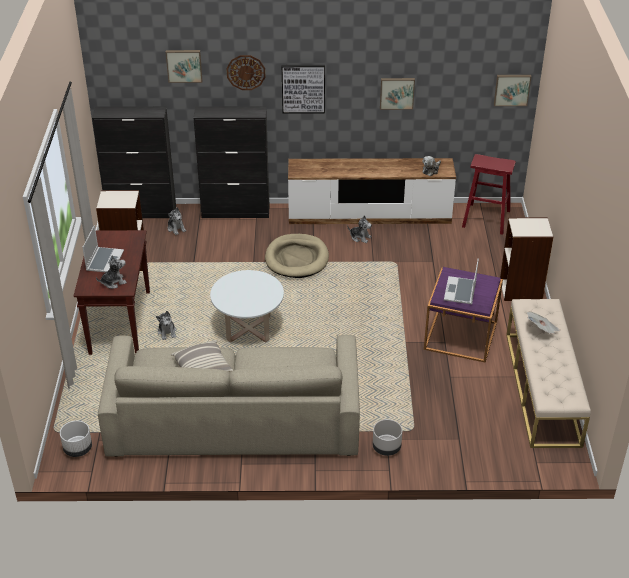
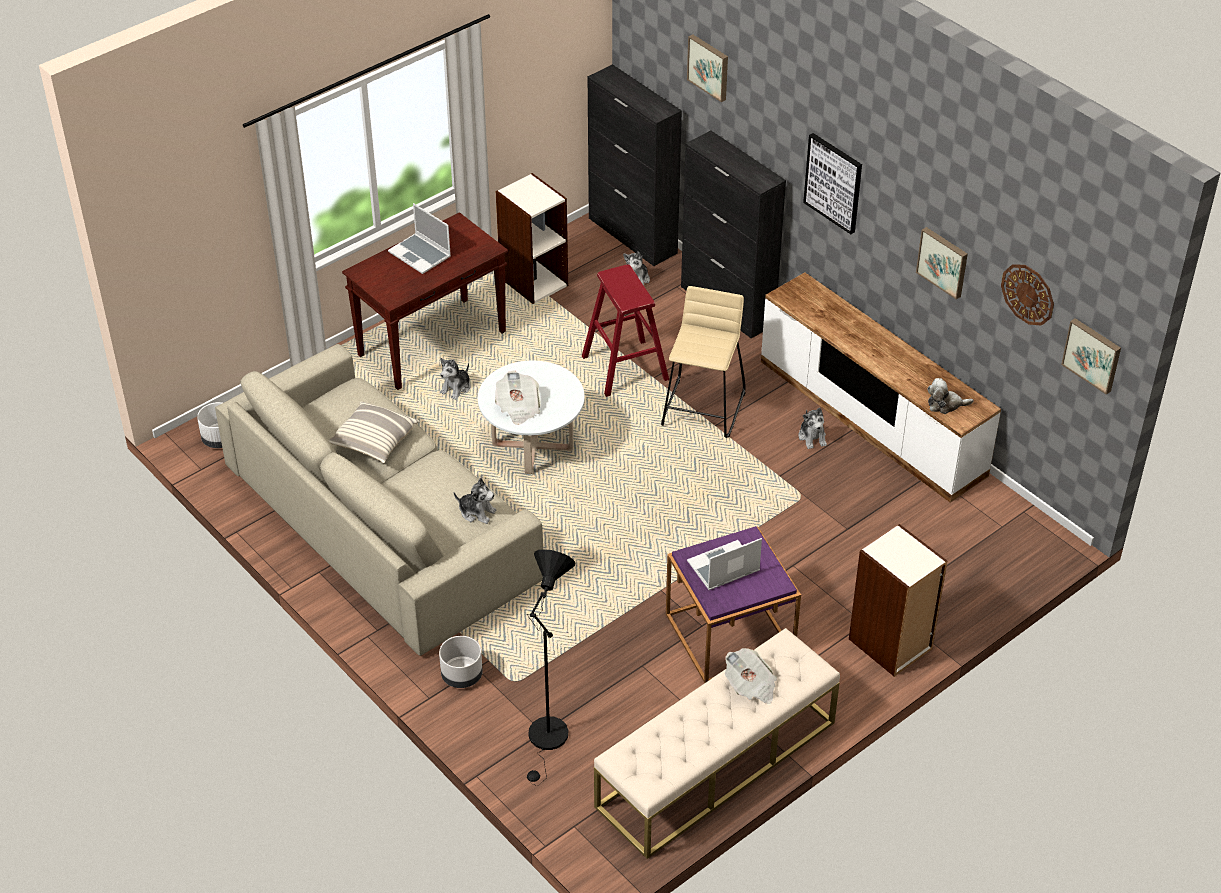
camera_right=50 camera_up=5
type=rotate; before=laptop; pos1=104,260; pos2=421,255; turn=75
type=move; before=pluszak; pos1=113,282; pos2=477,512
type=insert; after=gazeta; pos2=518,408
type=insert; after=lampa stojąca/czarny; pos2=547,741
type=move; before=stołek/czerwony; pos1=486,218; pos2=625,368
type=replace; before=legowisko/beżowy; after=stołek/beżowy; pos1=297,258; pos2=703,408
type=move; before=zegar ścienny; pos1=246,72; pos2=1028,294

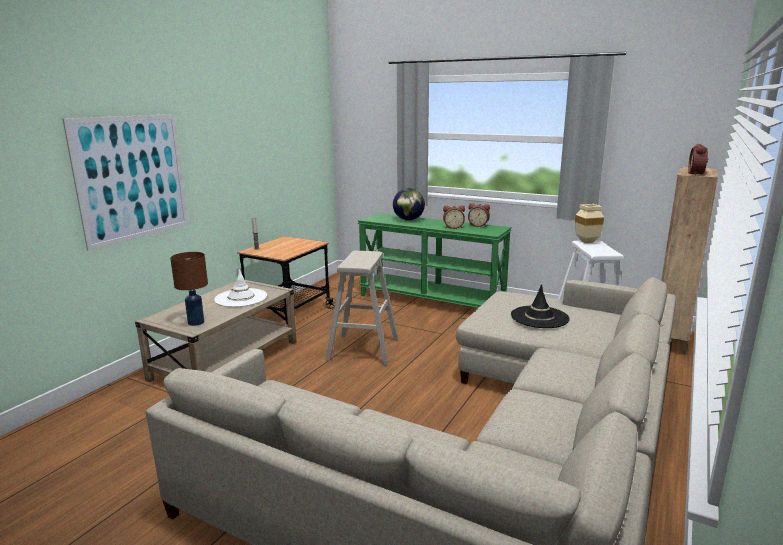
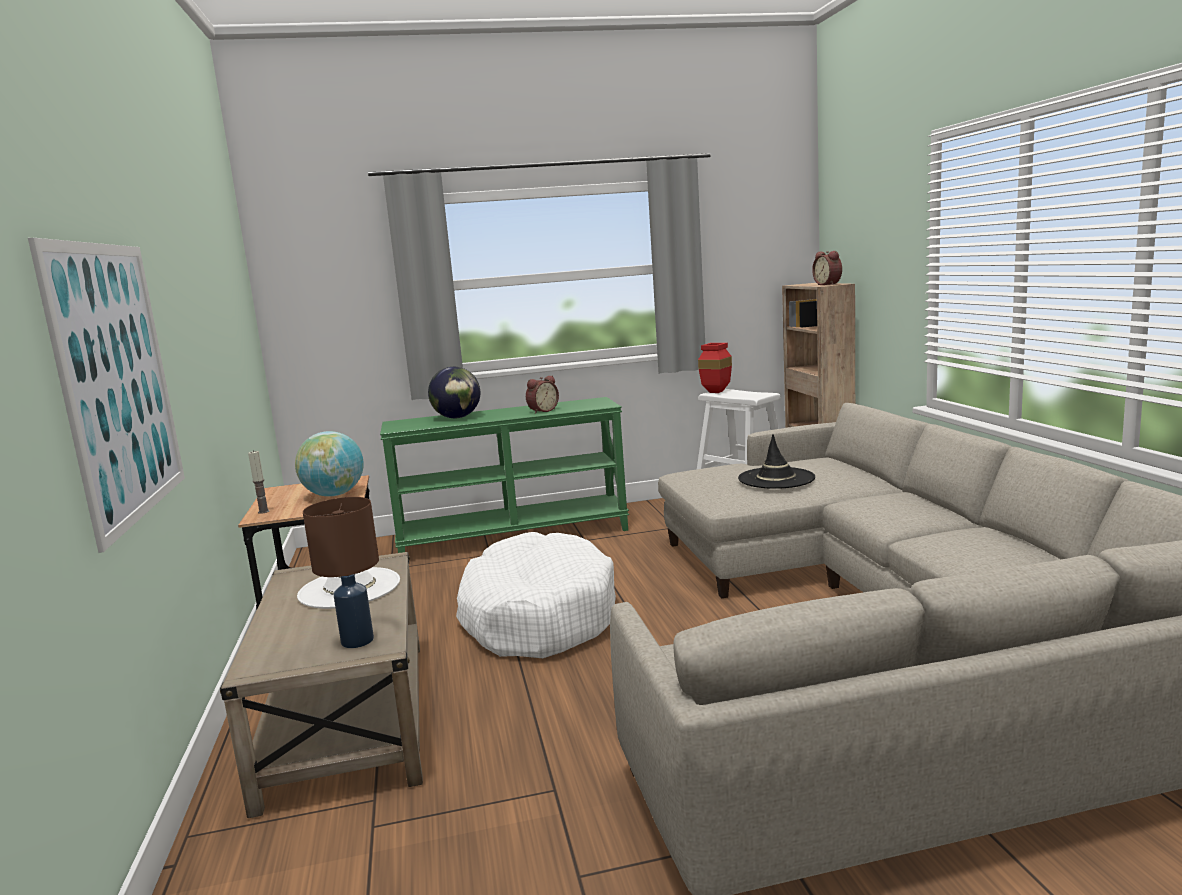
camera_right=-40 camera_up=-5
type=insert; after=globus; pos2=334,495
type=replace; before=stołek/beżowy; after=legowisko/biały; pos1=363,349; pos2=538,617
type=recolor; before=wazon/beżowy; after=wazon/czerwony; pos1=587,241; pos2=716,391
type=delete; before=budzik; pos1=478,225

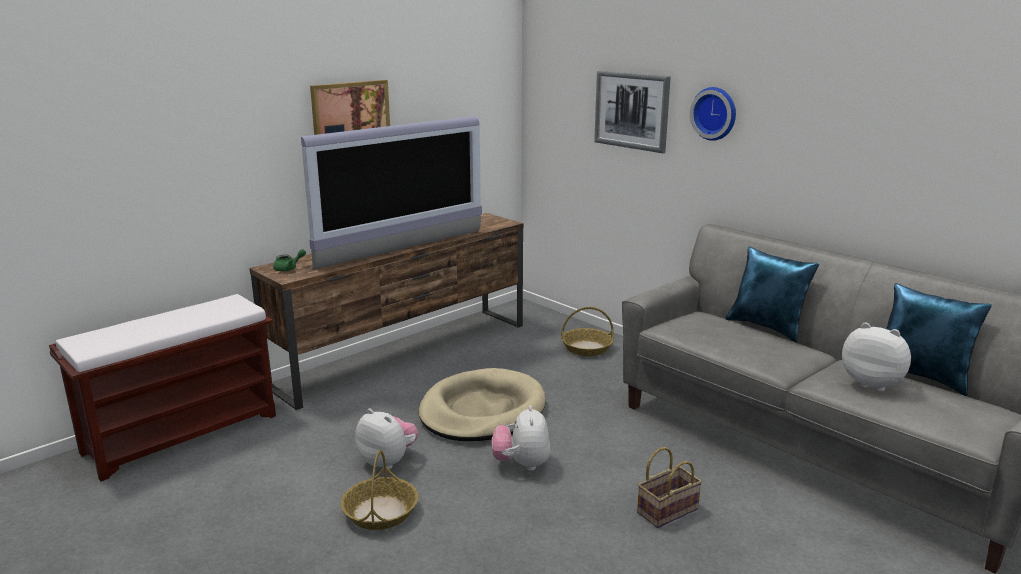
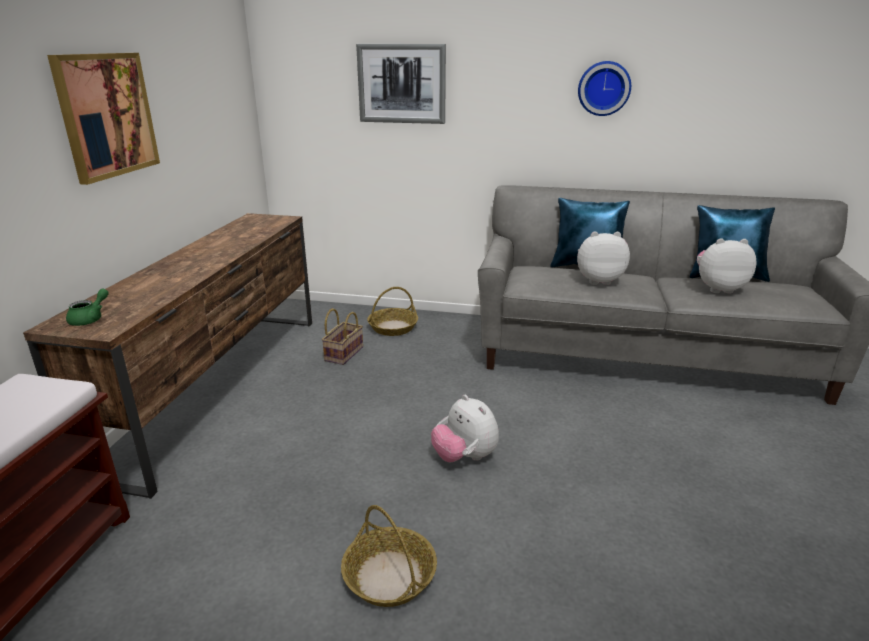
camera_right=-35 camera_up=5
type=move; before=koszyk; pos1=668,510; pos2=343,353
type=move; before=pluszak; pos1=388,461; pos2=598,280
type=move; before=zegar ścienny; pos1=715,113; pos2=604,88
type=delete; before=telewizor; pos1=403,249
type=delete; before=legowisko/beżowy; pos1=482,411

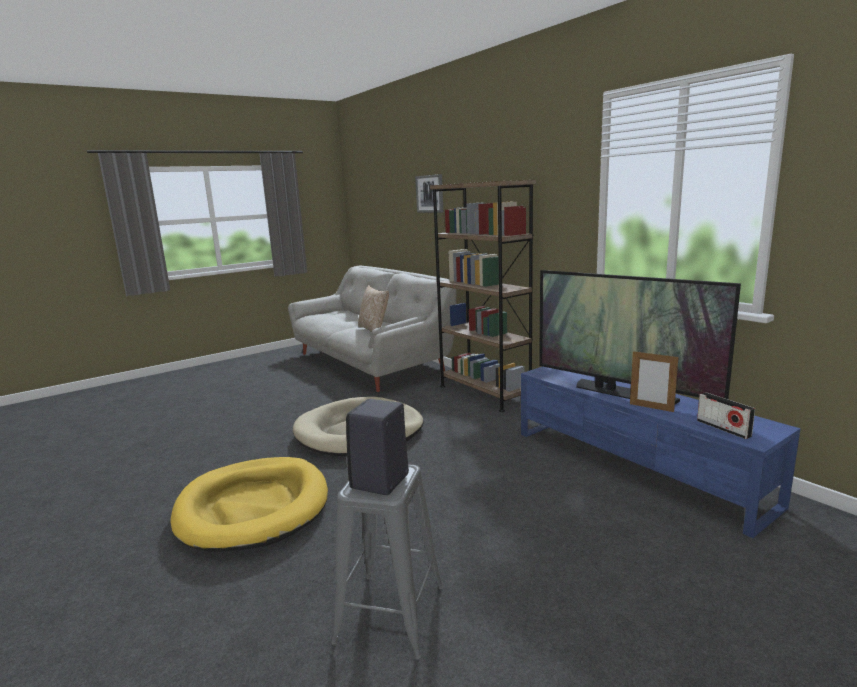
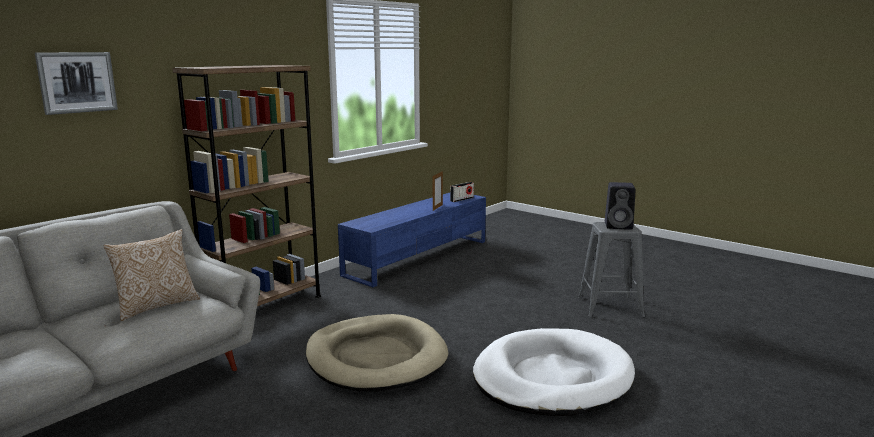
camera_right=-105 camera_up=0
type=recolor; before=legowisko/żółty; after=legowisko/biały; pos1=253,507; pos2=552,378
type=delete; before=telewizor; pos1=623,393

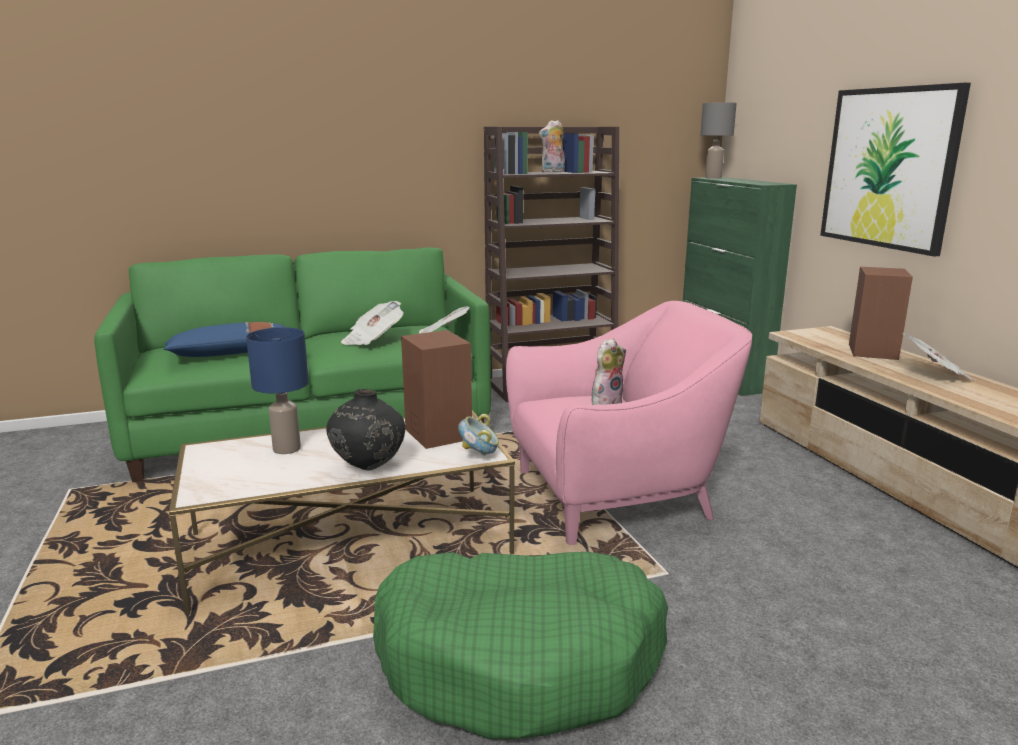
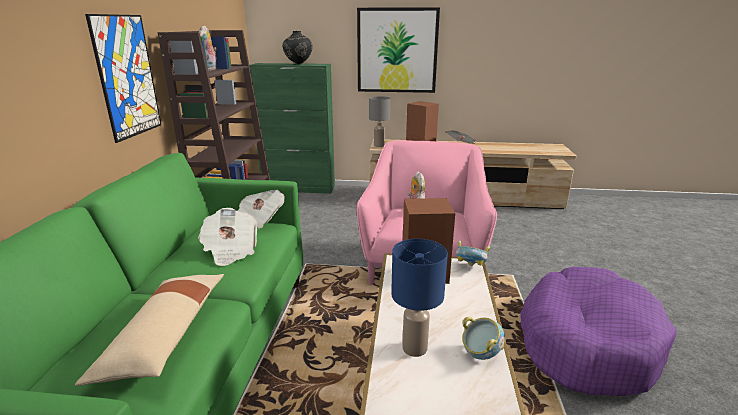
camera_right=-65 camera_up=5
type=recolor; before=poduszka/niebieski; after=poduszka/beżowy; pos1=233,353; pos2=165,336
type=insert; after=obraz; pos2=127,76
type=move; before=wazon/czarny; pos1=368,468; pos2=298,64
type=move; before=lampa stołowa/szary; pos1=713,178; pos2=379,145
type=insert; after=miska; pos2=480,354
type=recolor; before=legowisko/zielony; after=legowisko/fioletowy; pos1=520,660; pos2=586,343

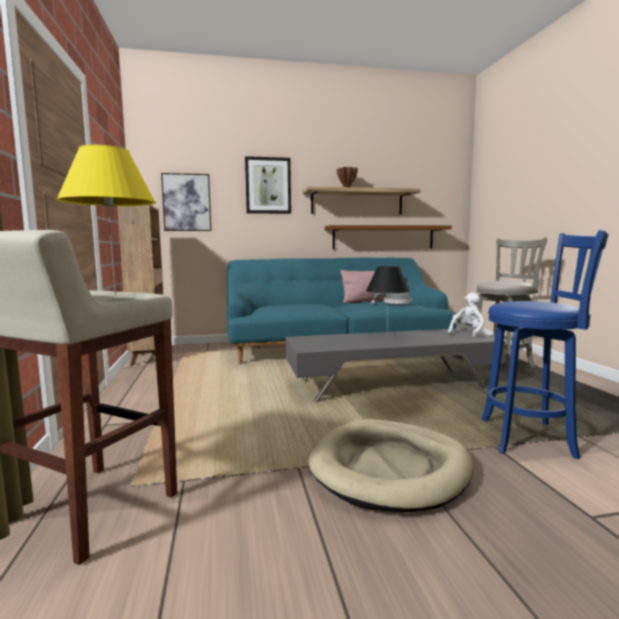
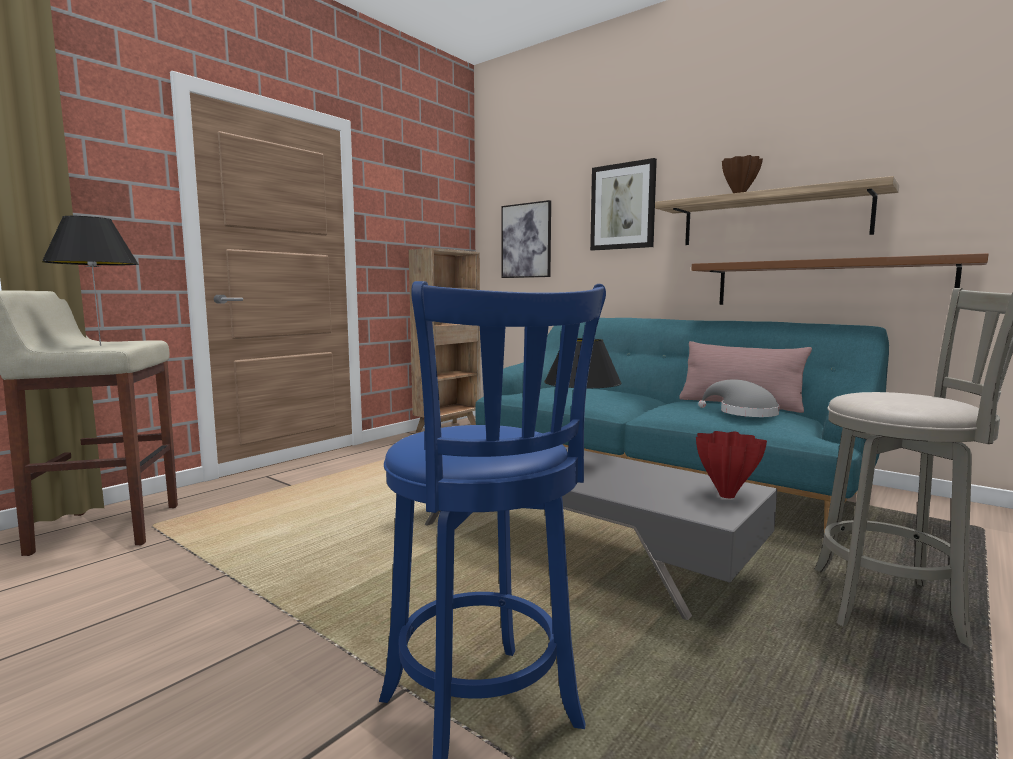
camera_right=50 camera_up=0
type=recolor; before=lampa stołowa/żółty; after=lampa stołowa/czarny; pos1=115,295; pos2=100,345
type=replace; before=pluszak/biały; after=wazon/czerwony; pos1=467,333; pos2=727,495
type=delete; before=legowisko/beżowy; pos1=390,468

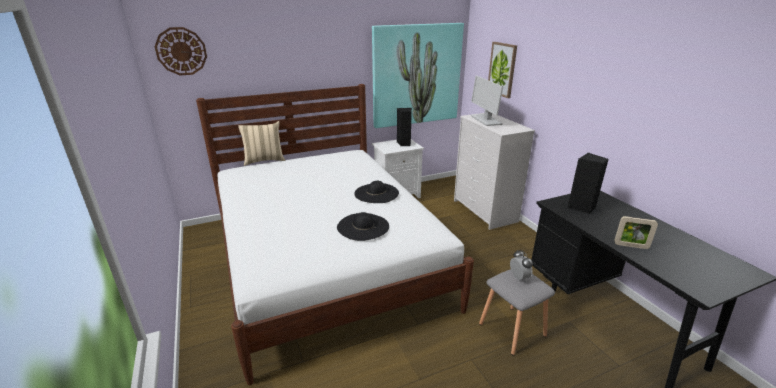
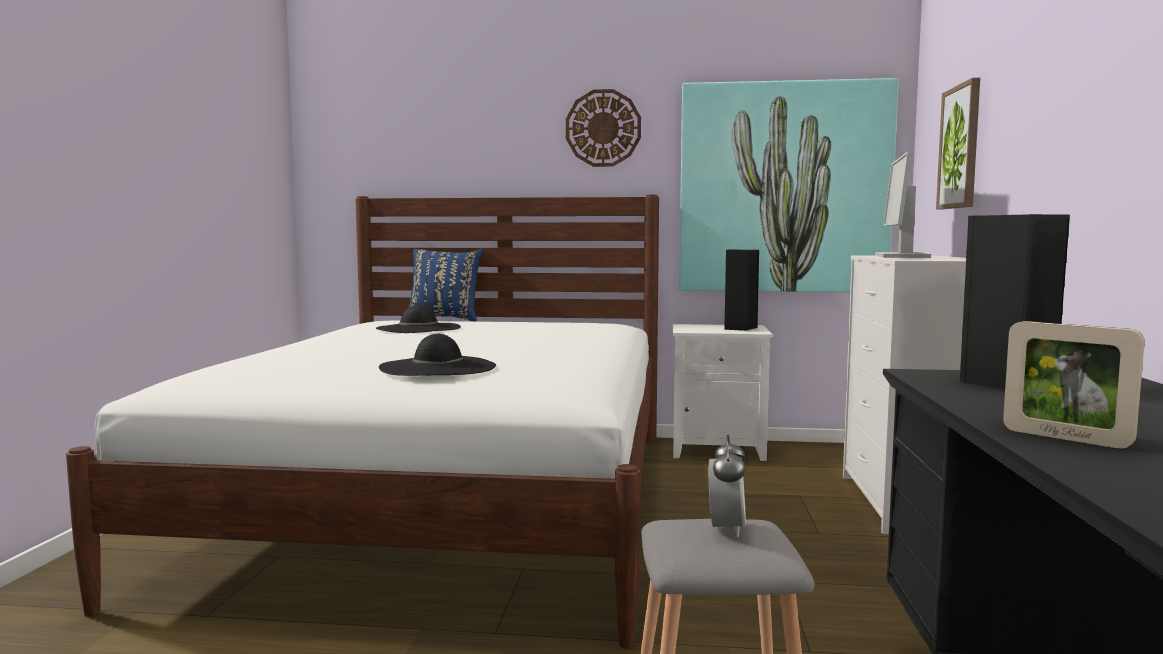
camera_right=30 camera_up=-20
type=move; before=kapelusz/czarny; pos1=376,193; pos2=418,328
type=recolor; before=poduszka/beżowy; after=poduszka/niebieski; pos1=264,160; pos2=445,319
type=move; before=zegar ścienny; pos1=181,51; pos2=603,128

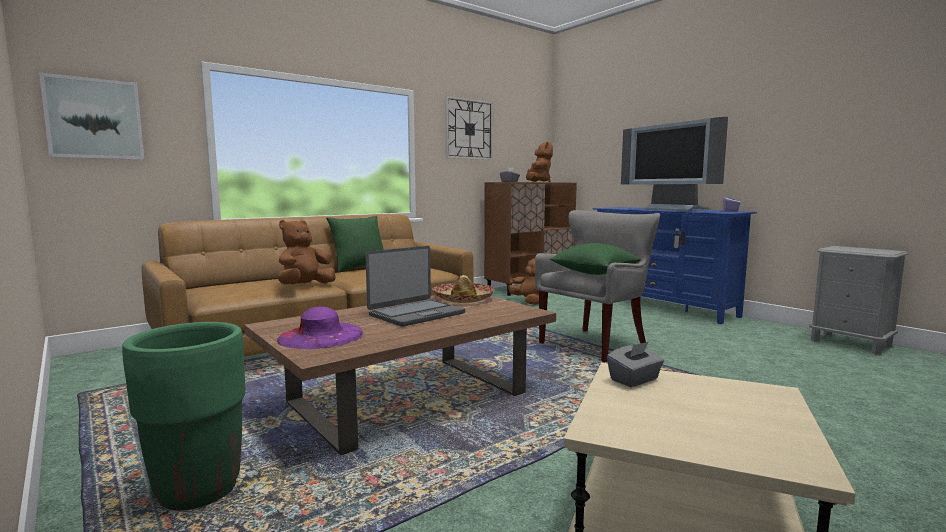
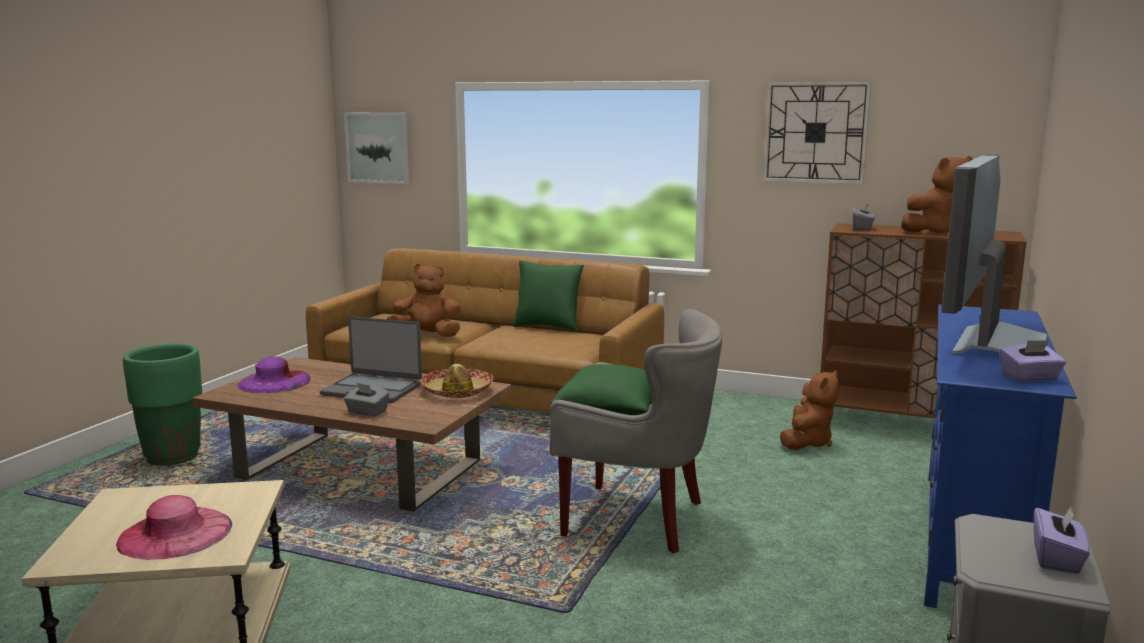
camera_right=60 camera_up=5
type=insert; after=kapelusz/różowy; pos2=175,533
type=move; before=pudełko chusteczek/szary; pos1=634,380; pos2=367,412
type=insert; after=pudełko chusteczek/fioletowy; pos2=1057,559

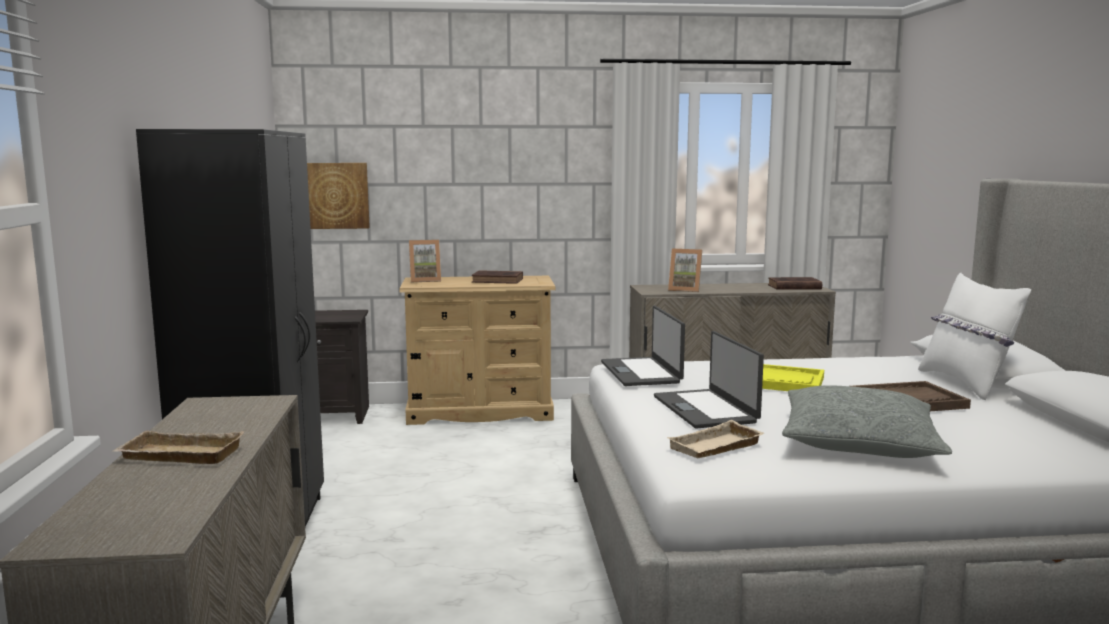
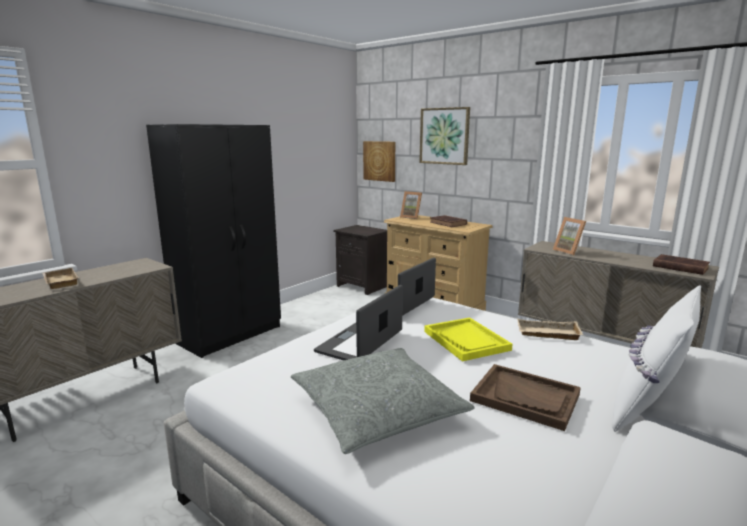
camera_right=45 camera_up=5
type=insert; after=obraz; pos2=444,136
type=move; before=taca/beżowy; pos1=716,448; pos2=547,334

